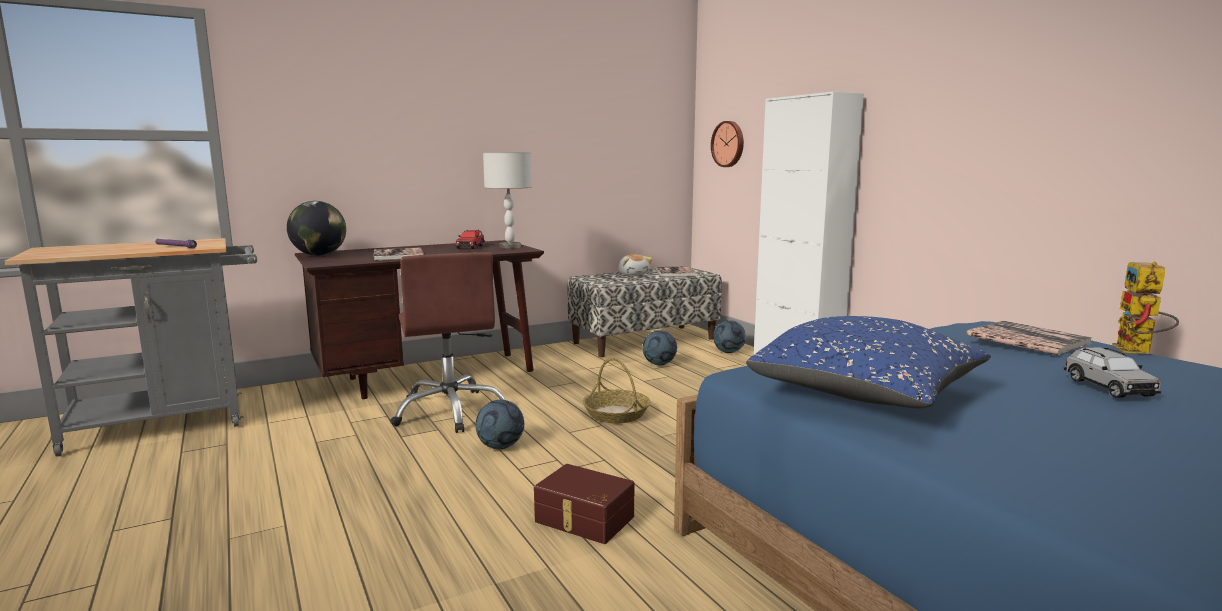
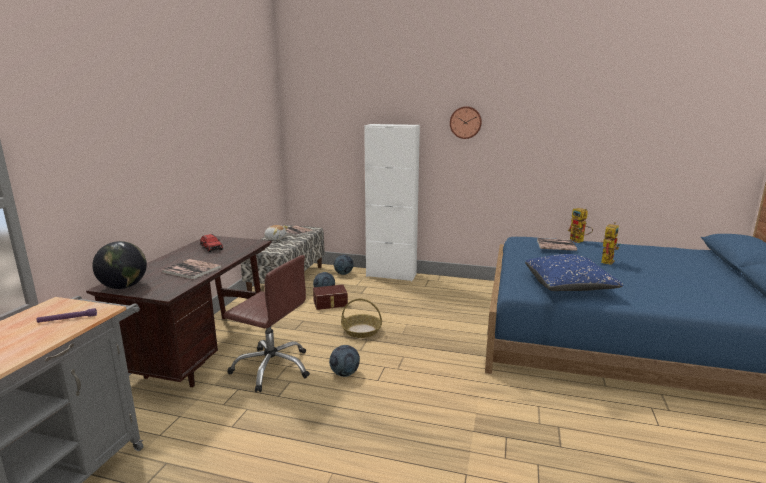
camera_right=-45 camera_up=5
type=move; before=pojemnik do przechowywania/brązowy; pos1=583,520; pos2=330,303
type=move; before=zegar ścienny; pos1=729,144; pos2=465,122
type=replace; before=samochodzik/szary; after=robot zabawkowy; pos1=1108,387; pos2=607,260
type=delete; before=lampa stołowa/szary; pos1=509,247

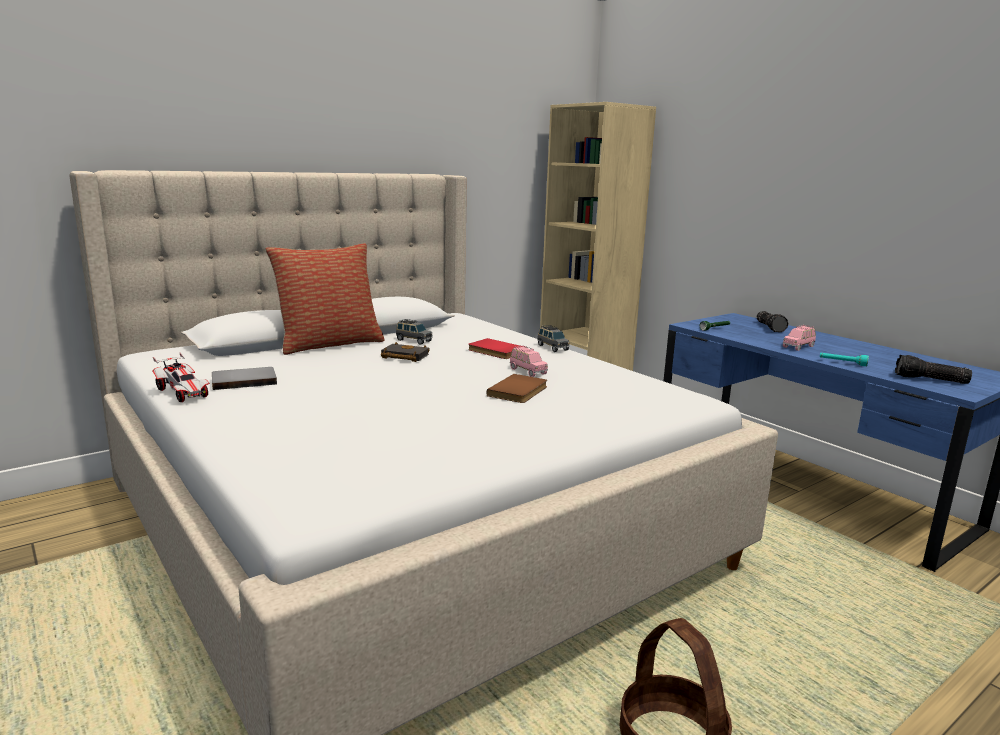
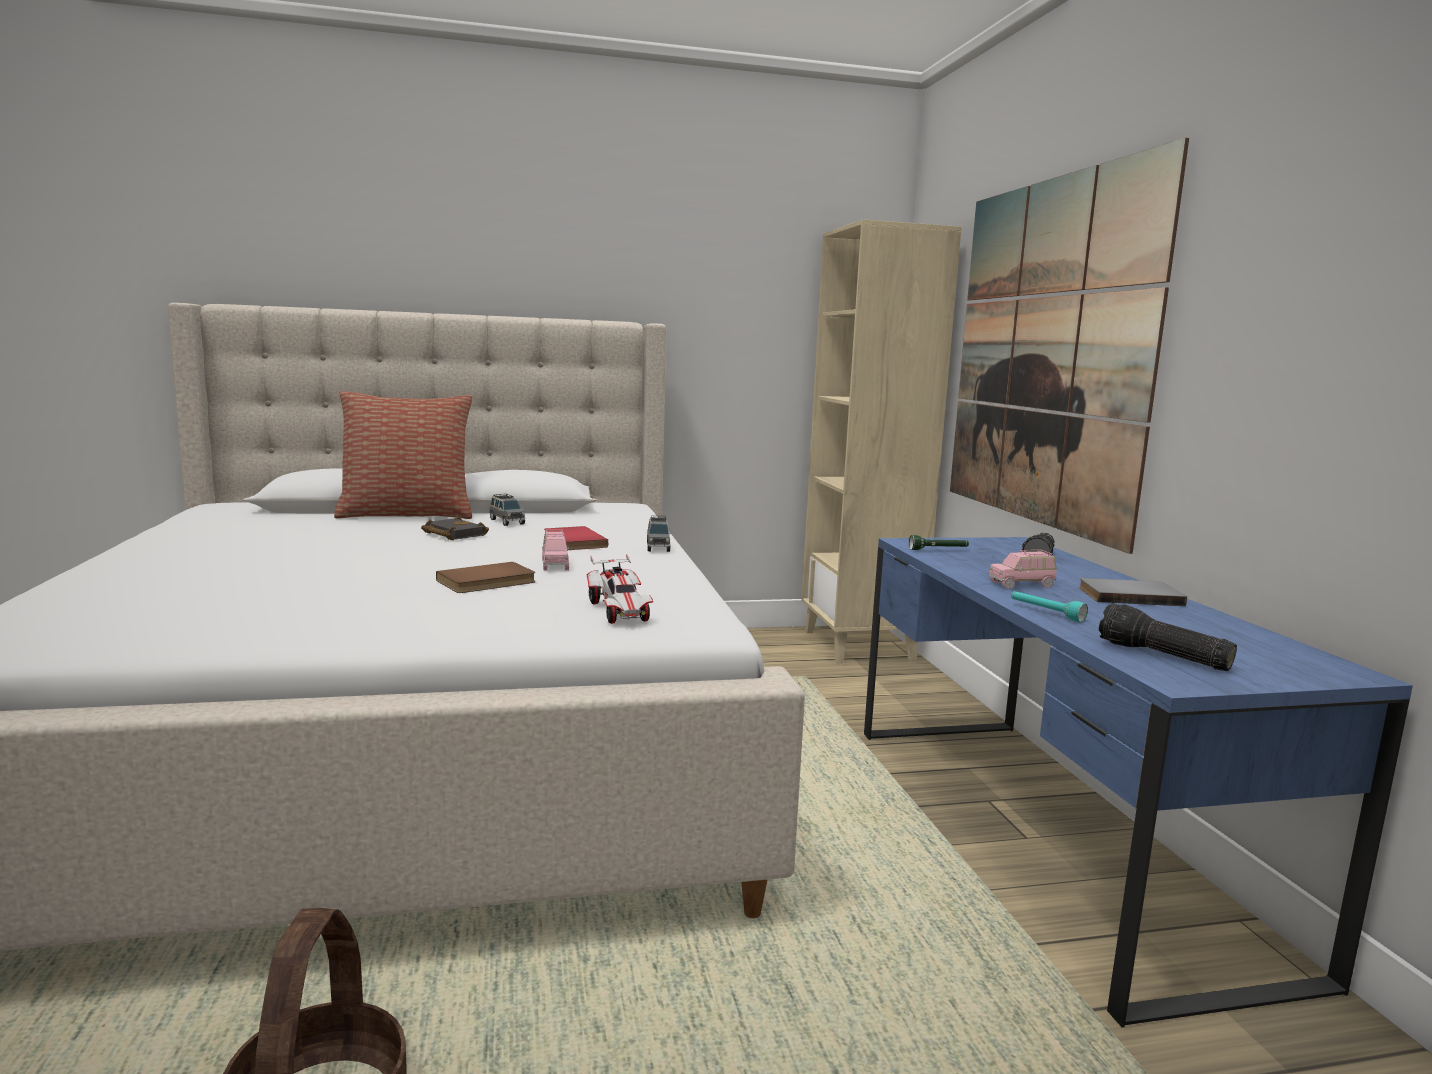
camera_right=25 camera_up=-5
type=move; before=samochodzik; pos1=183,393; pos2=620,611
type=insert; after=obraz; pos2=1046,353
type=move; before=książka/szary; pos1=244,380; pos2=1128,595

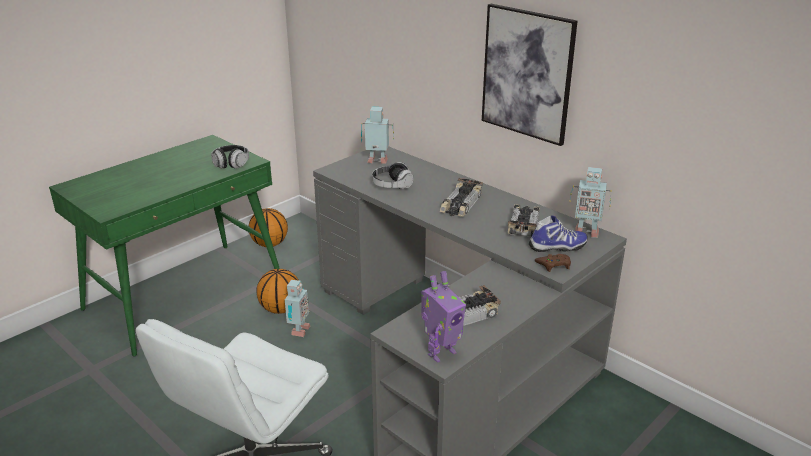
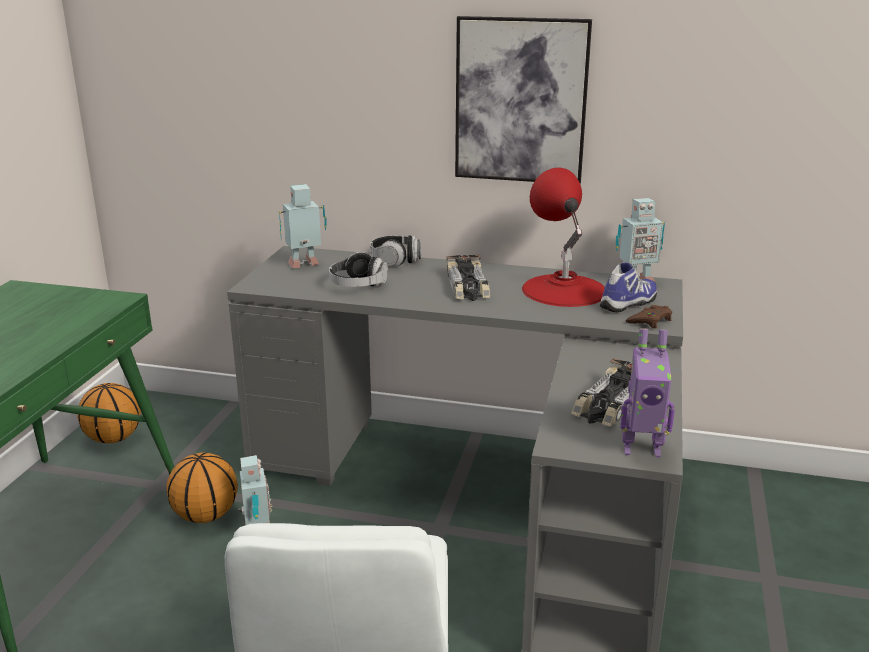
camera_right=-30 camera_up=-5
type=move; before=słuchawki; pos1=231,164; pos2=396,260
type=replace; before=samochodzik; after=lampa stołowa/czerwony; pos1=524,224; pos2=564,290
type=rotate; before=robot zabawkowy; pos1=440,353; pos2=641,448; turn=75

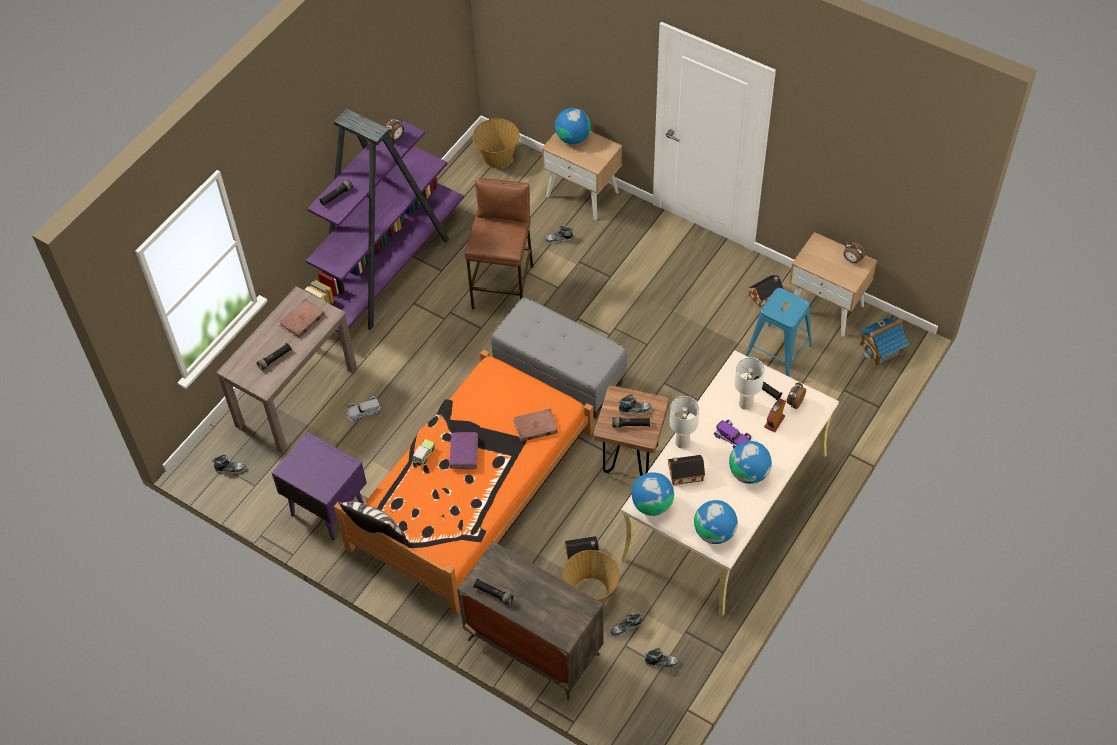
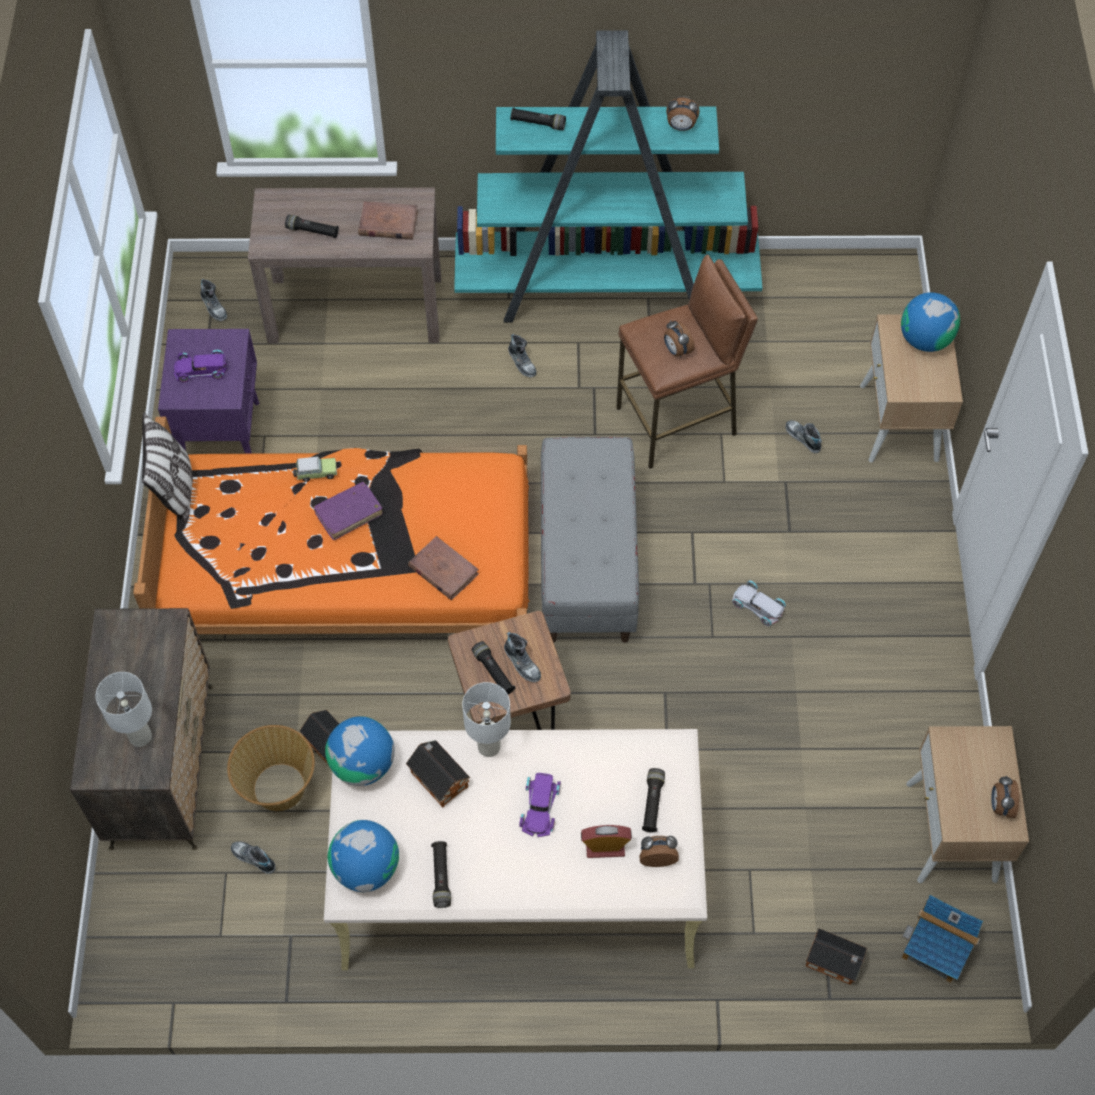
camera_right=55 camera_up=5
type=move; before=lampa stołowa/biały; pos1=746,404; pos2=139,737
type=insert; after=samochodzik/fioletowy; pos2=200,369
type=move; before=latarka/czarny; pos1=493,594; pos2=441,877
type=recolor; before=regał/fioletowy; after=regał/turkusowy; pos1=388,270; pos2=607,287
type=move; before=but; pos1=662,662; pos2=522,362
type=insert; after=budzik; pos2=676,350
type=move; before=samochodzik/biały; pos1=363,411; pos2=758,605
type=move; before=domek; pos1=766,295; pos2=835,962
type=delete; before=koszyk; pos1=497,158
type=delete; before=globus; pos1=748,473
type=delete; before=stołek/niebieski; pos1=778,351

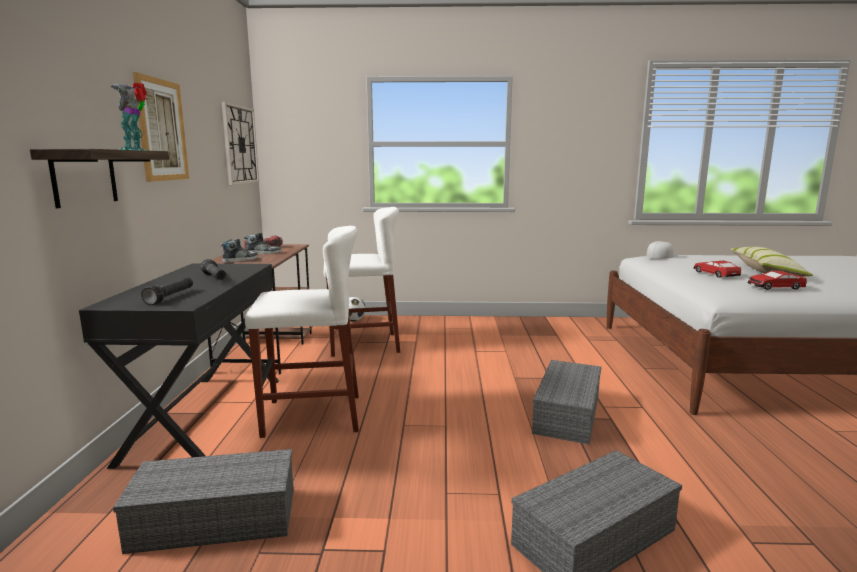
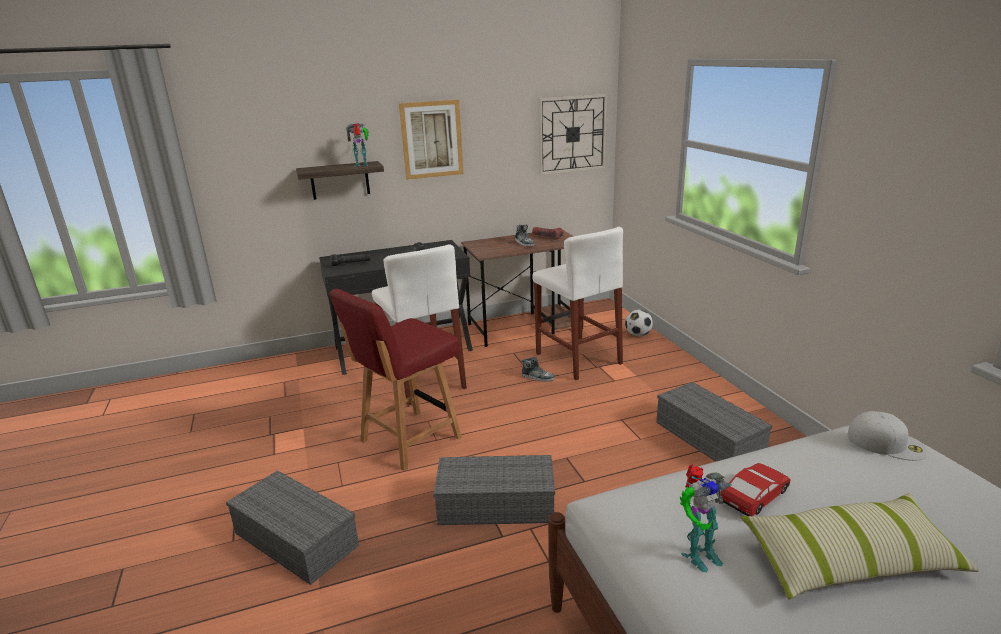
camera_right=70 camera_up=10
type=insert; after=krzesło/czerwony; pos2=408,440
type=move; before=but; pos1=240,260; pos2=537,377
type=move; before=pojemnik do przechowywania/szary; pos1=218,518; pos2=710,438
type=replace; before=samochodzik; after=robot zabawkowy; pos1=775,287; pos2=698,555

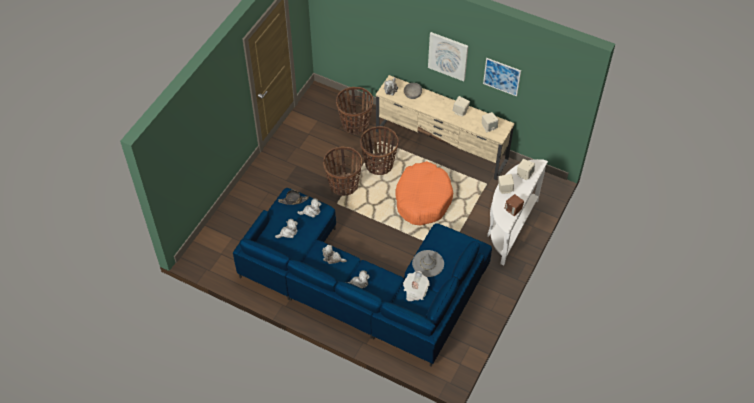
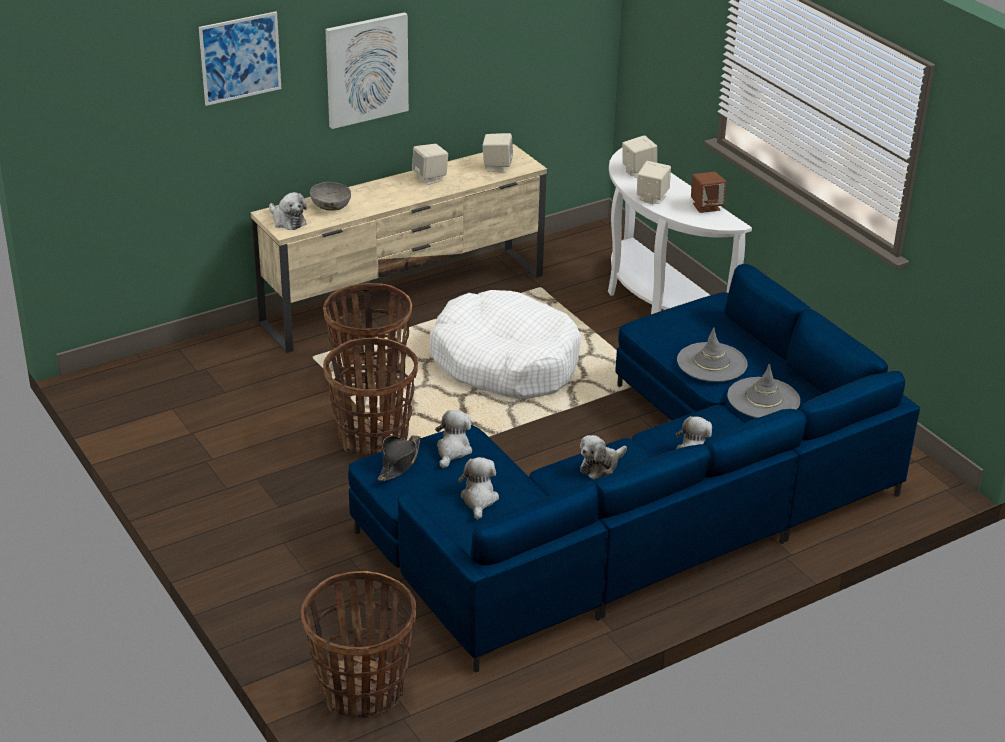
camera_right=-60 camera_up=-20
type=move; before=obraz; pos1=501,76; pos2=240,58
type=move; before=koszyk; pos1=355,124; pos2=362,690
type=recolor; before=legowisko/pomarańczowy; after=legowisko/biały; pos1=423,199; pos2=505,362
type=replace; before=gazeta; after=kapelusz/szary; pos1=415,290; pos2=763,399

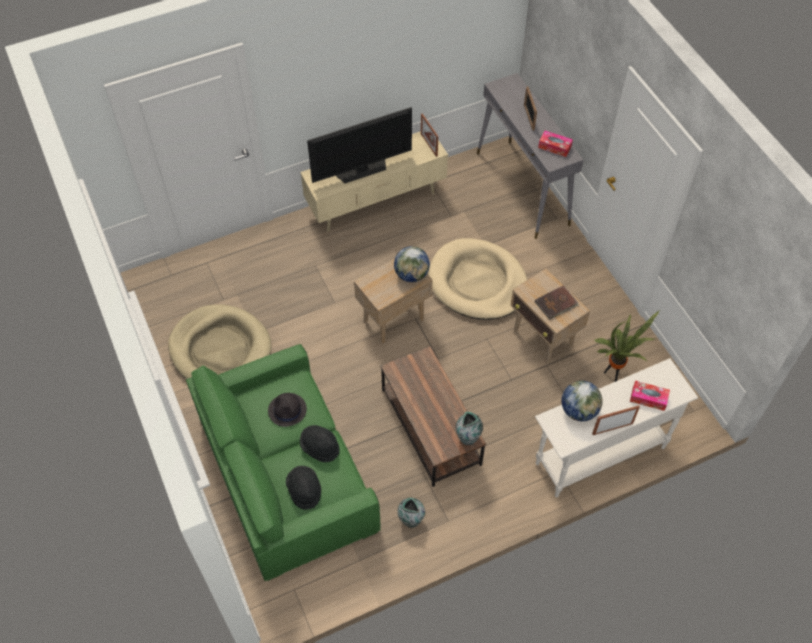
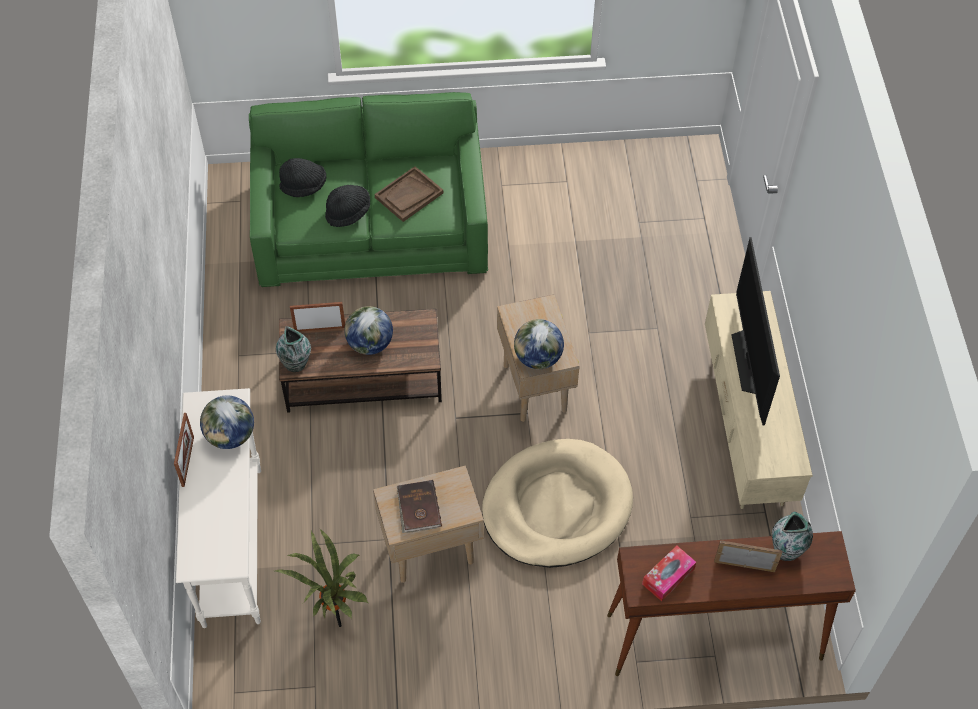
camera_right=110 camera_up=0
type=move; before=ramka na zdjęcie; pos1=429,145; pos2=319,329
type=insert; after=globus; pos2=370,344
type=replace; before=kapelusz/czarny; after=taca/brązowy; pos1=287,410; pos2=409,195
type=recolor; before=stolik konsolowy/szary; after=stolik konsolowy/brązowy; pos1=522,188; pos2=713,637
type=move; before=wazon; pos1=411,519; pos2=787,549
type=delete; before=legowisko/beżowy; pos1=220,350
type=delete; before=pudełko chusteczek; pos1=648,398

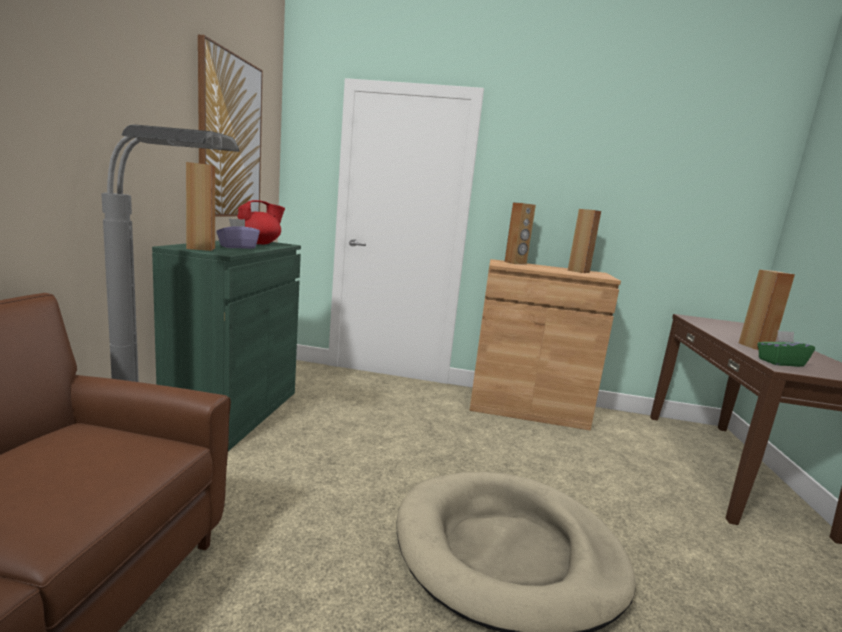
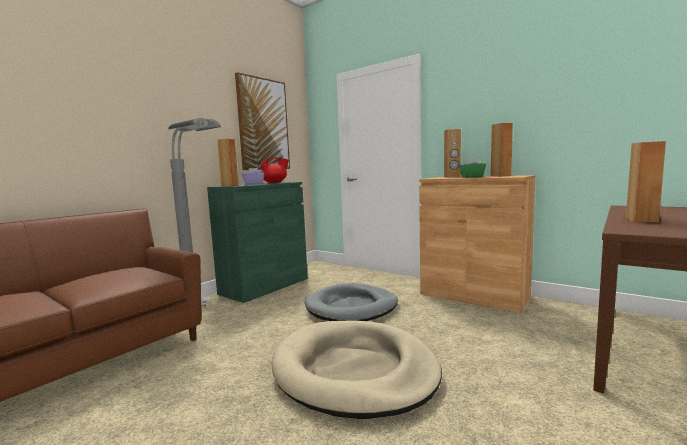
camera_right=30 camera_up=-5
type=insert; after=legowisko/szary; pos2=352,307
type=move; before=pudełko chusteczek/zielony; pos1=780,362; pos2=472,177

